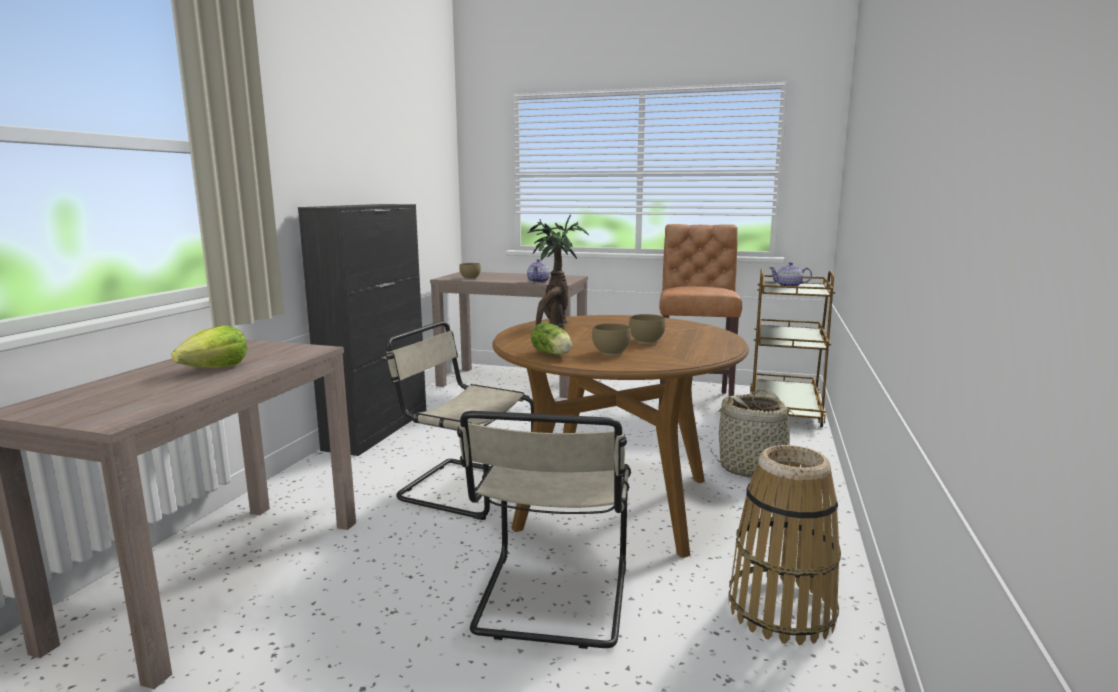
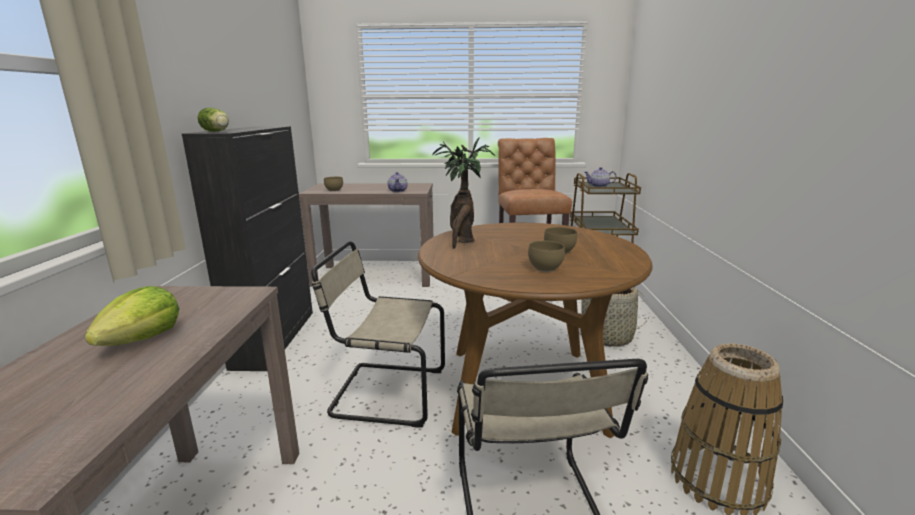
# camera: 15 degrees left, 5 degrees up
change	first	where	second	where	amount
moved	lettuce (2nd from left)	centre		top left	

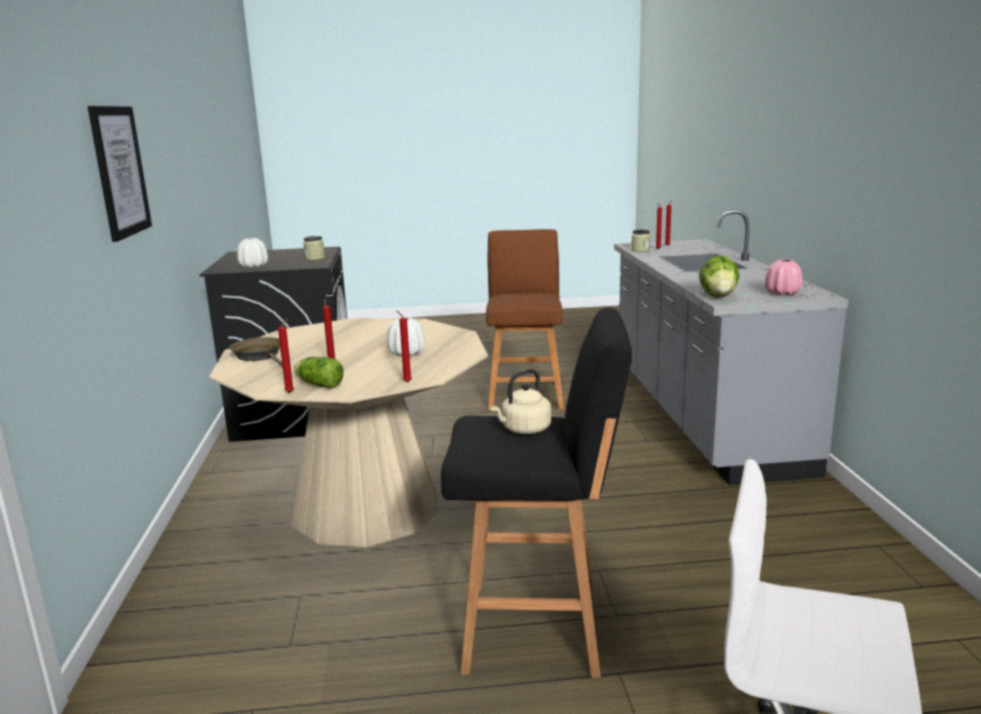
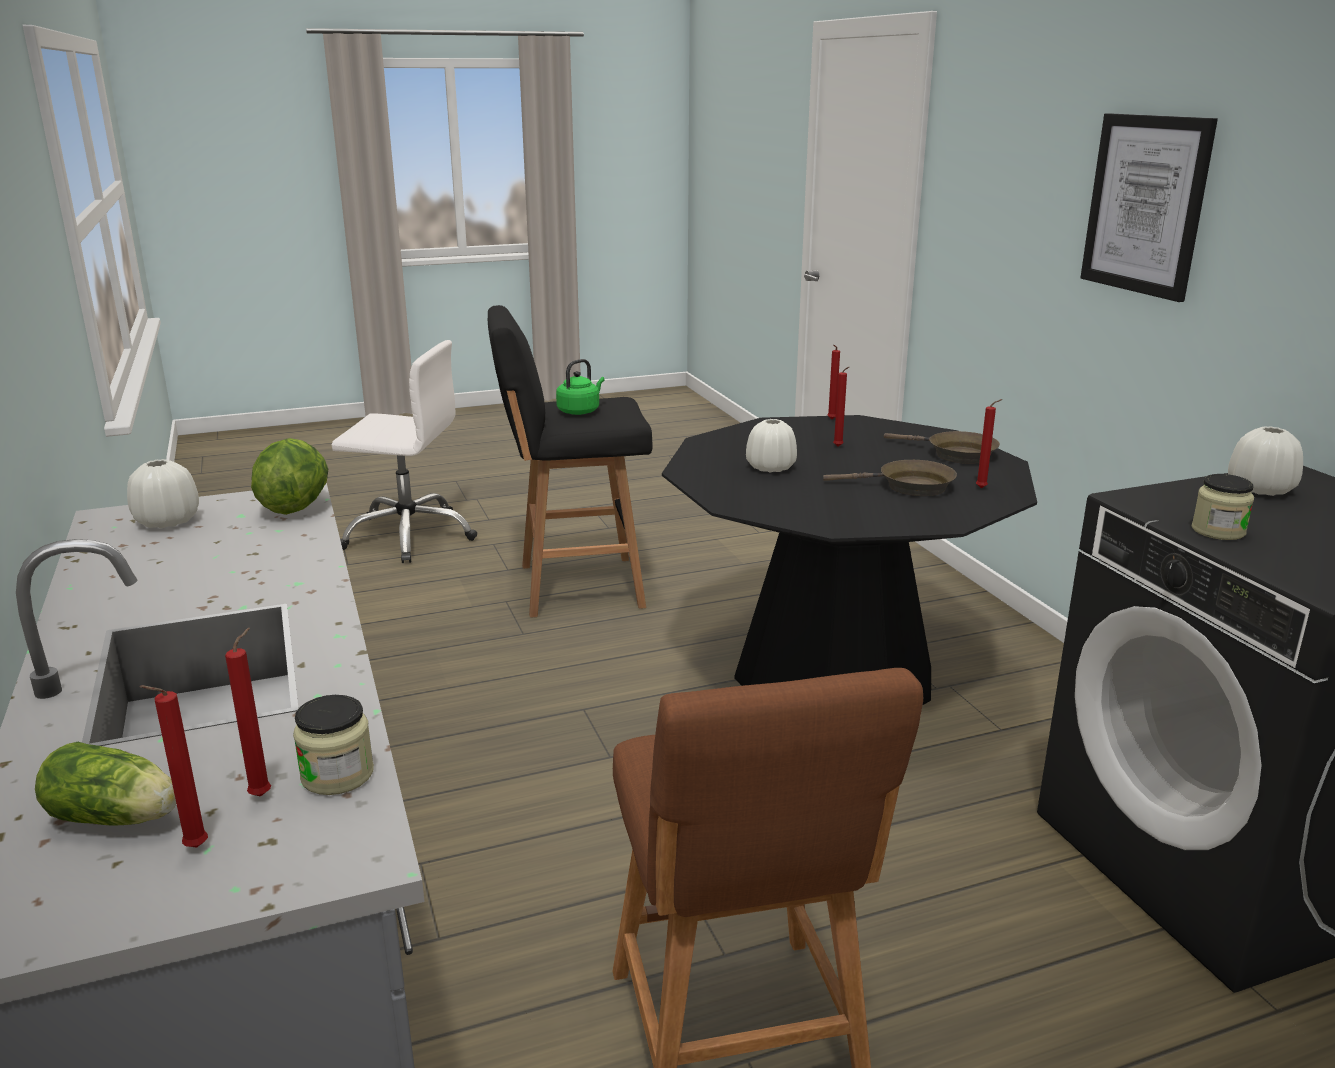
# camera: 165 degrees right, 5 degrees up
change	first	where	second	where	amount
recoloured	pink vase	middle right	white vase (1st from left)	middle left	
moved	red candle (3rd from left in the first image)	centre	red candle (5th from left)	middle right	
recoloured	beige dining table	centre	black dining table	centre	
moved	lettuce (1st from left)	middle left		bottom left	
recoloured	beige kettle	centre	green kettle	centre	
added			brown frying pan (1st from left)	middle right	

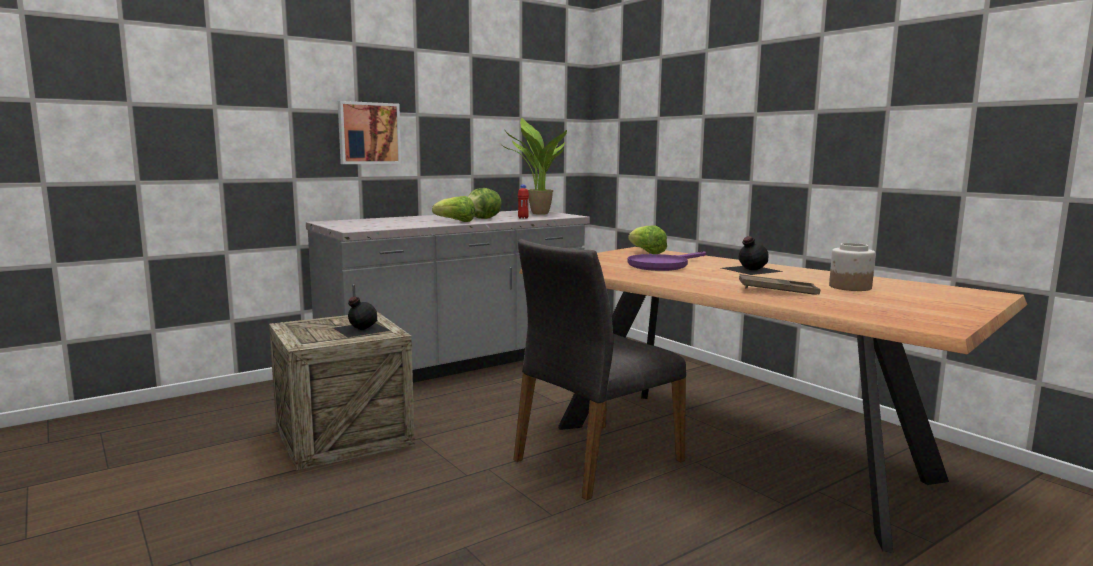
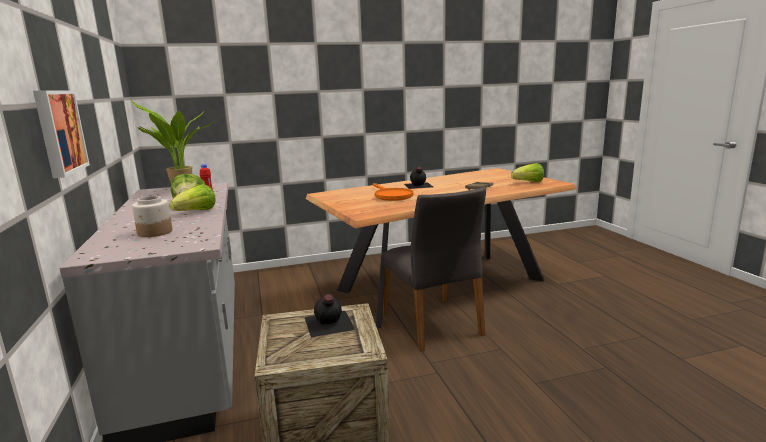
# camera: 70 degrees left, 5 degrees up
change	first	where	second	where	amount
moved	lettuce (3rd from left)	centre		middle right	
moved	jar	middle right		middle left	
recoloured	purple frying pan	centre	orange frying pan	centre	

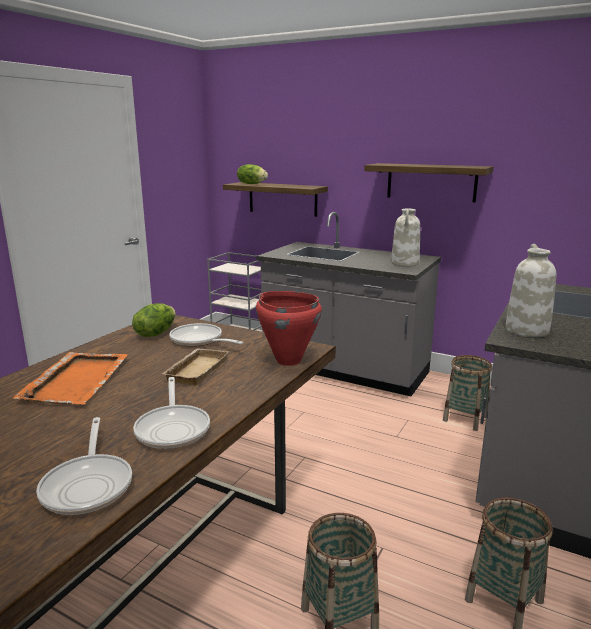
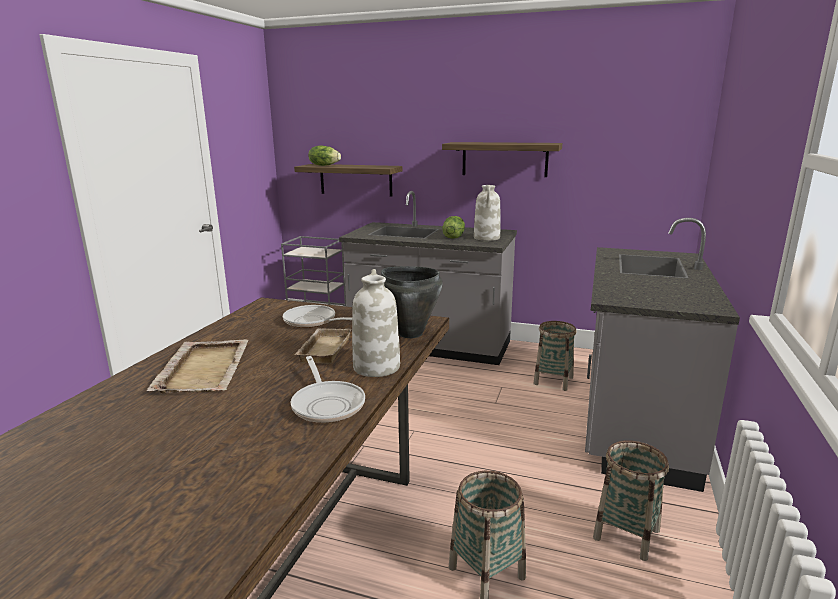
# camera: 10 degrees left, 0 degrees up
change	first	where	second	where	amount
moved	white vase (2nd from left in the first image)	middle right	white vase (1st from left)	centre	
recoloured	red cooking pot	centre	black cooking pot	centre	
moved	lettuce (1st from left in the first image)	middle left	lettuce (2nd from left)	centre	
recoloured	orange tray	middle left	beige tray (1st from left)	middle left	
removed	frying pan (1st from left)	bottom left			

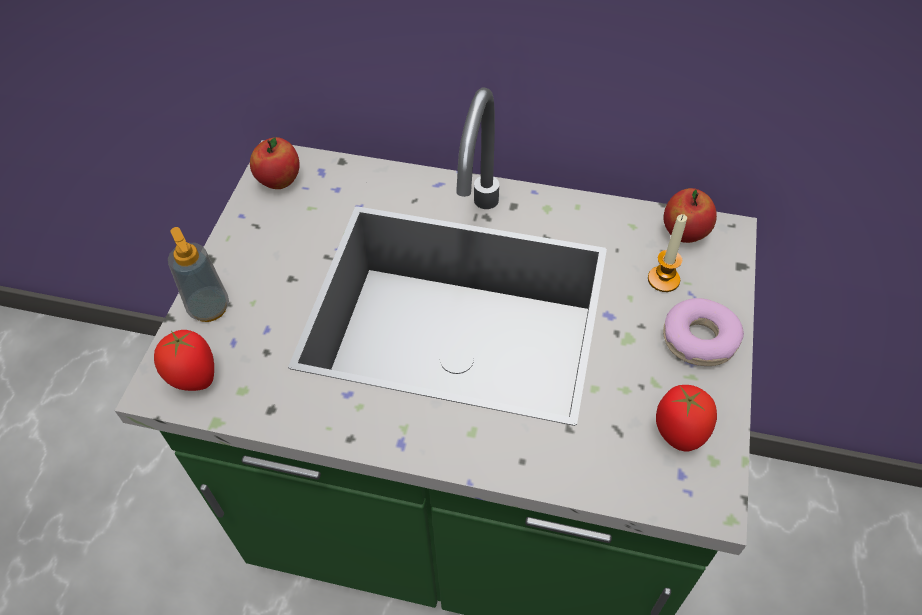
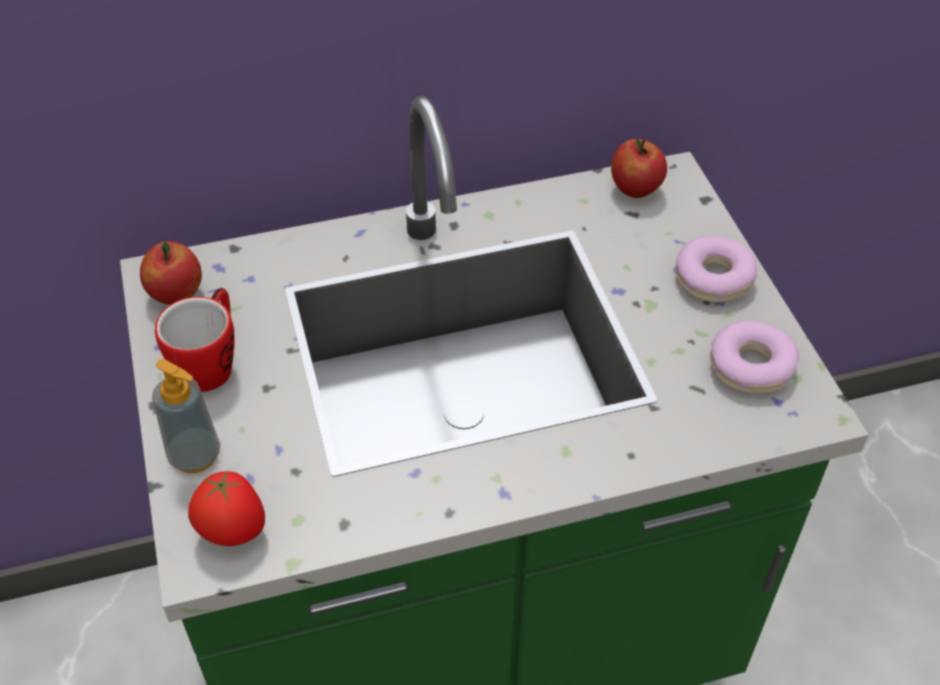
# camera: 30 degrees left, 5 degrees down
change	first	where	second	where	amount
removed	candle	middle right			
replaced	tomato (2nd from left)	bottom right	donut (2nd from left)	middle right	
added			mug	middle left	

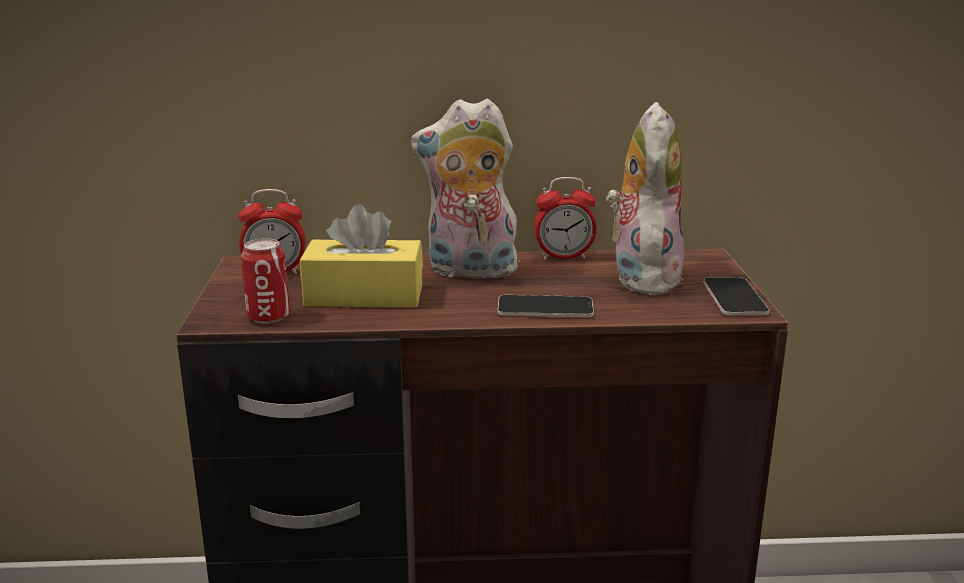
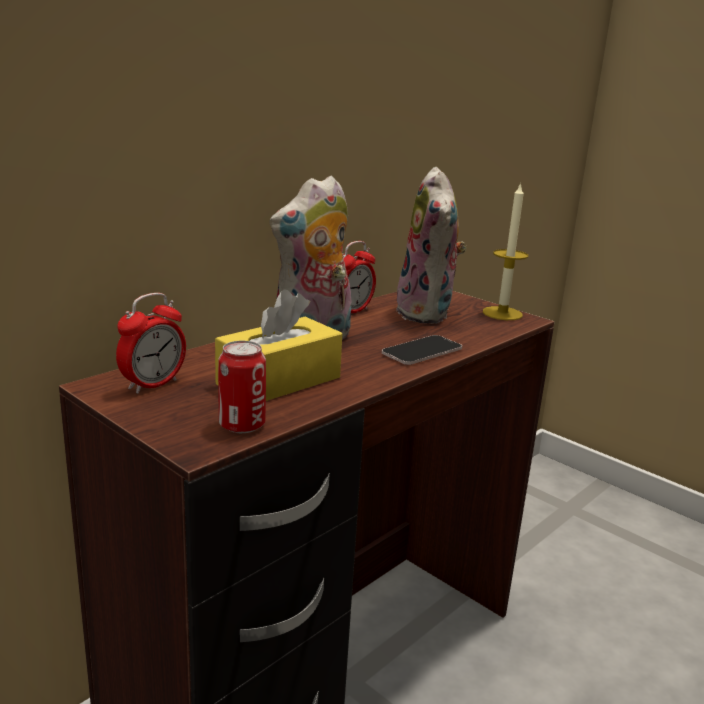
# camera: 45 degrees left, 0 degrees up
change	first	where	second	where	amount
turned	plush toy (2nd from left)	middle right		centre	150 degrees counterclockwise
replaced	phone (2nd from left)	middle right	candle	middle right	

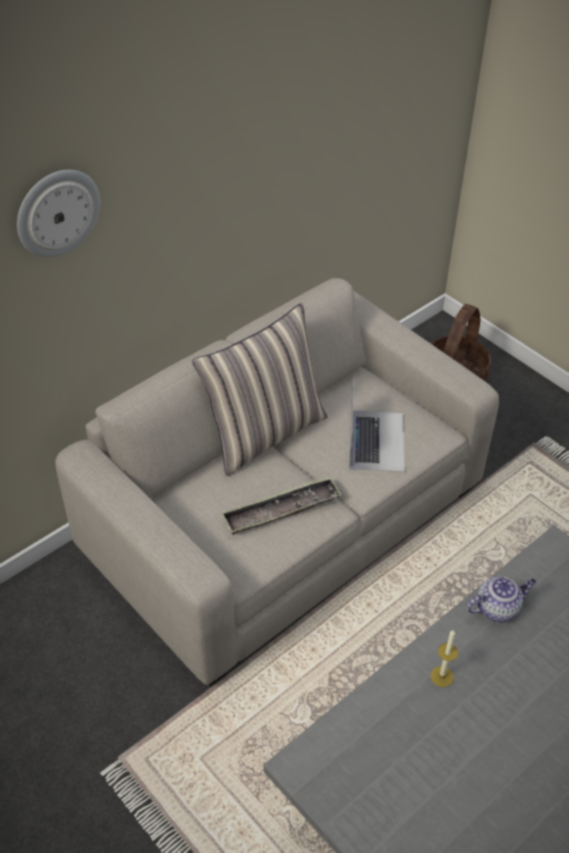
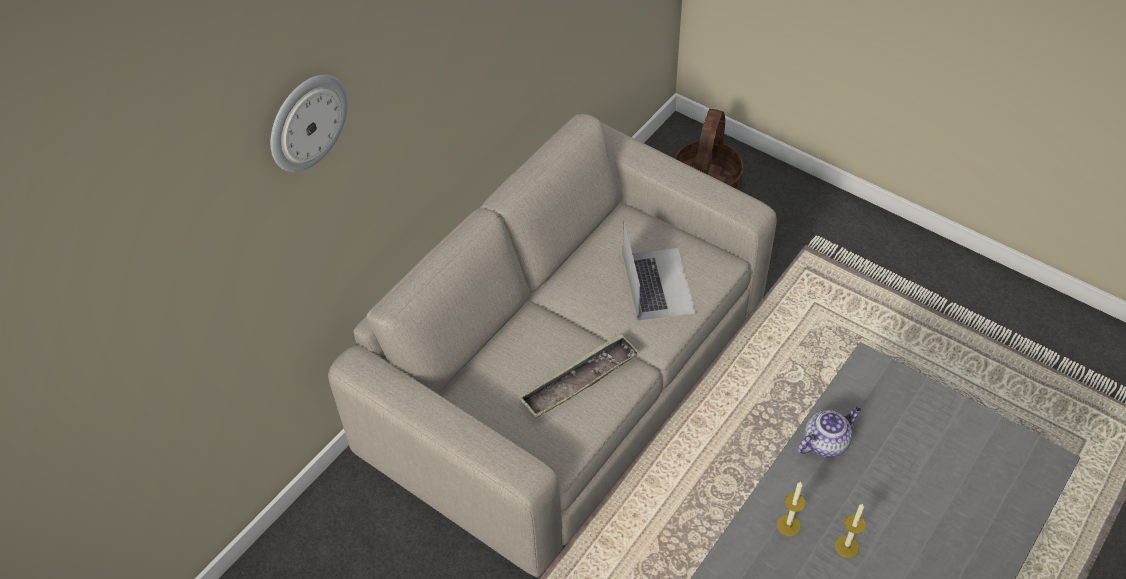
# camera: 10 degrees left, 5 degrees up
change	first	where	second	where	amount
removed	pillow	centre			
added			candle (2nd from left)	bottom right	

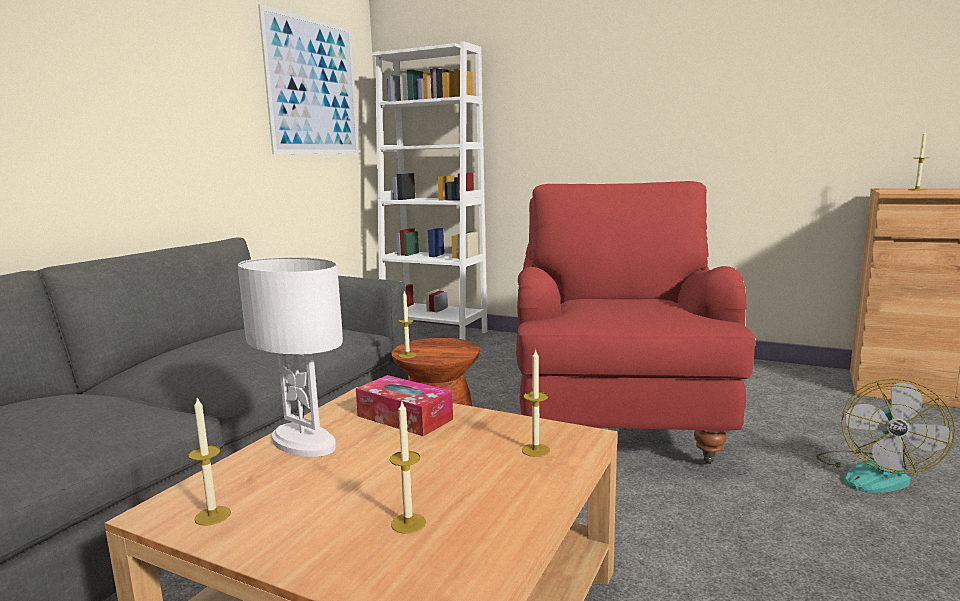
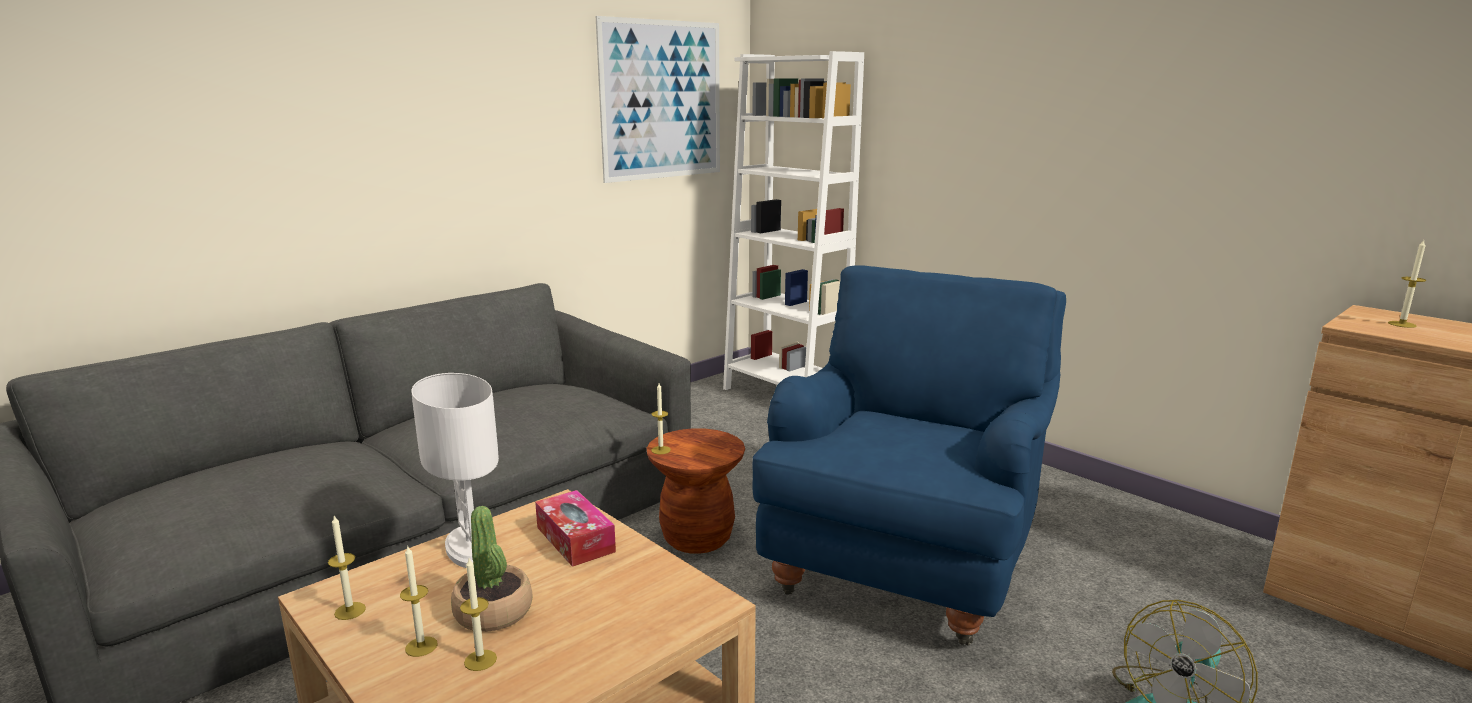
# camera: 20 degrees right, 5 degrees up
change	first	where	second	where	amount
recoloured	red armchair	centre	blue armchair	centre	
moved	candle (4th from left in the first image)	bottom centre	candle (2nd from left)	bottom left	
added			potted plant	bottom centre	

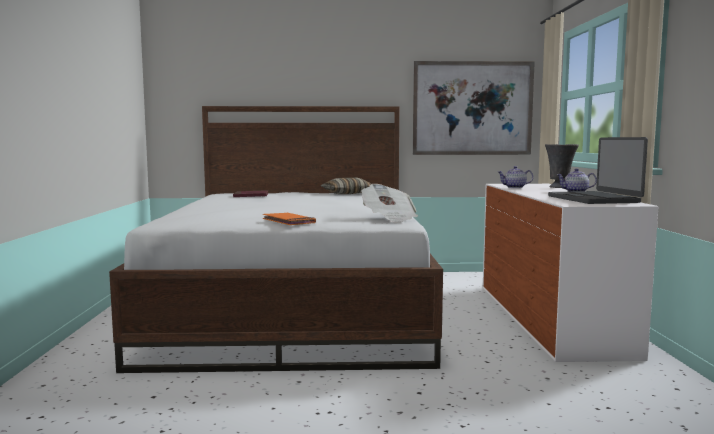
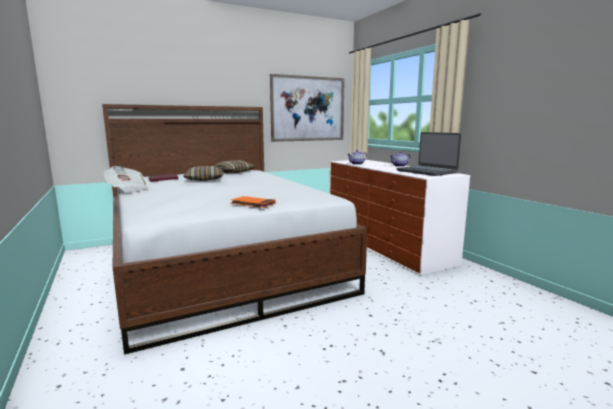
# camera: 25 degrees left, 5 degrees up
change	first	where	second	where	amount
removed	grey vase	middle right			
moved	newspaper	centre		middle left	
added			pillow (1st from left)	middle left	

